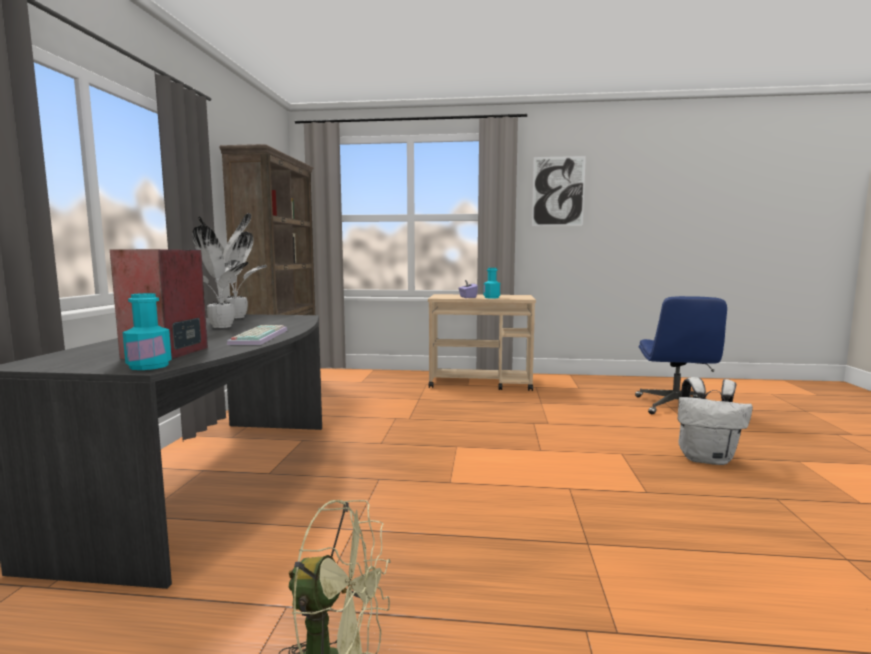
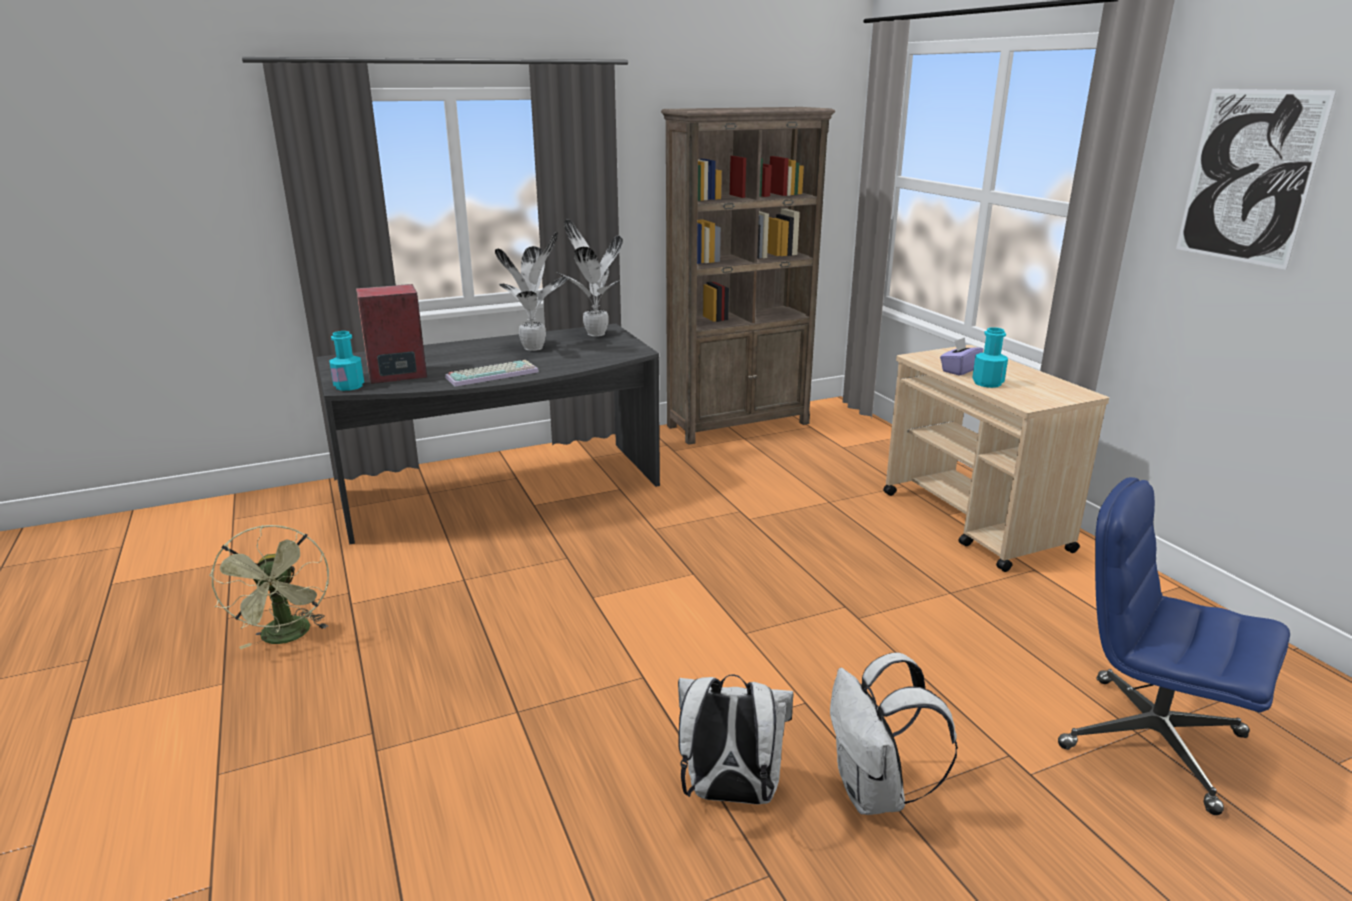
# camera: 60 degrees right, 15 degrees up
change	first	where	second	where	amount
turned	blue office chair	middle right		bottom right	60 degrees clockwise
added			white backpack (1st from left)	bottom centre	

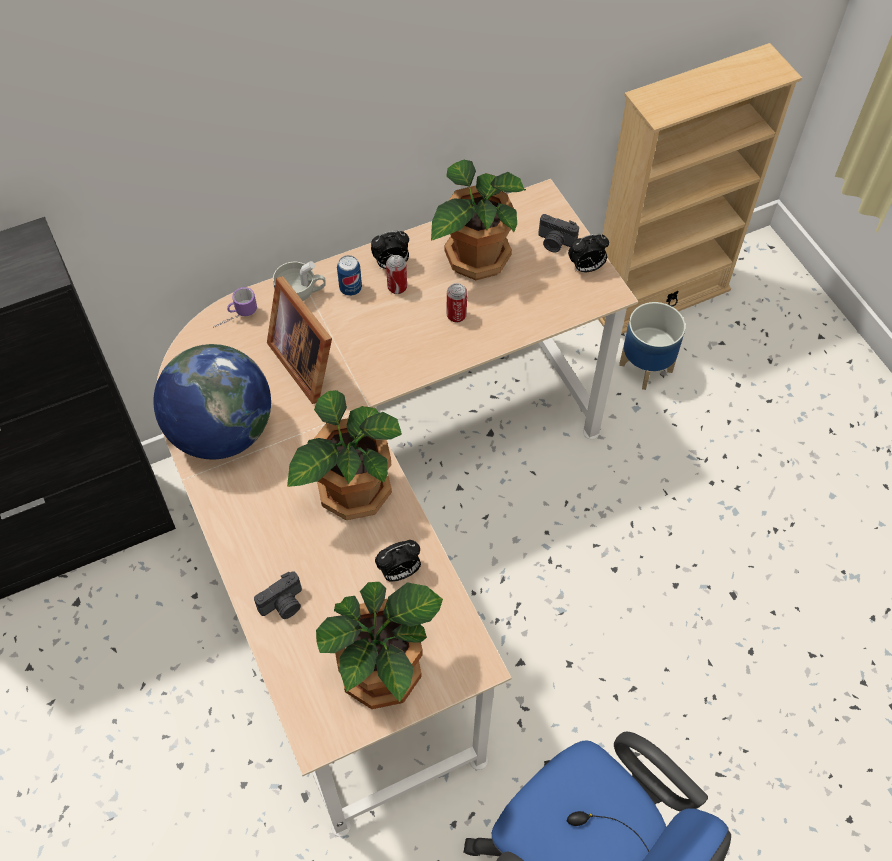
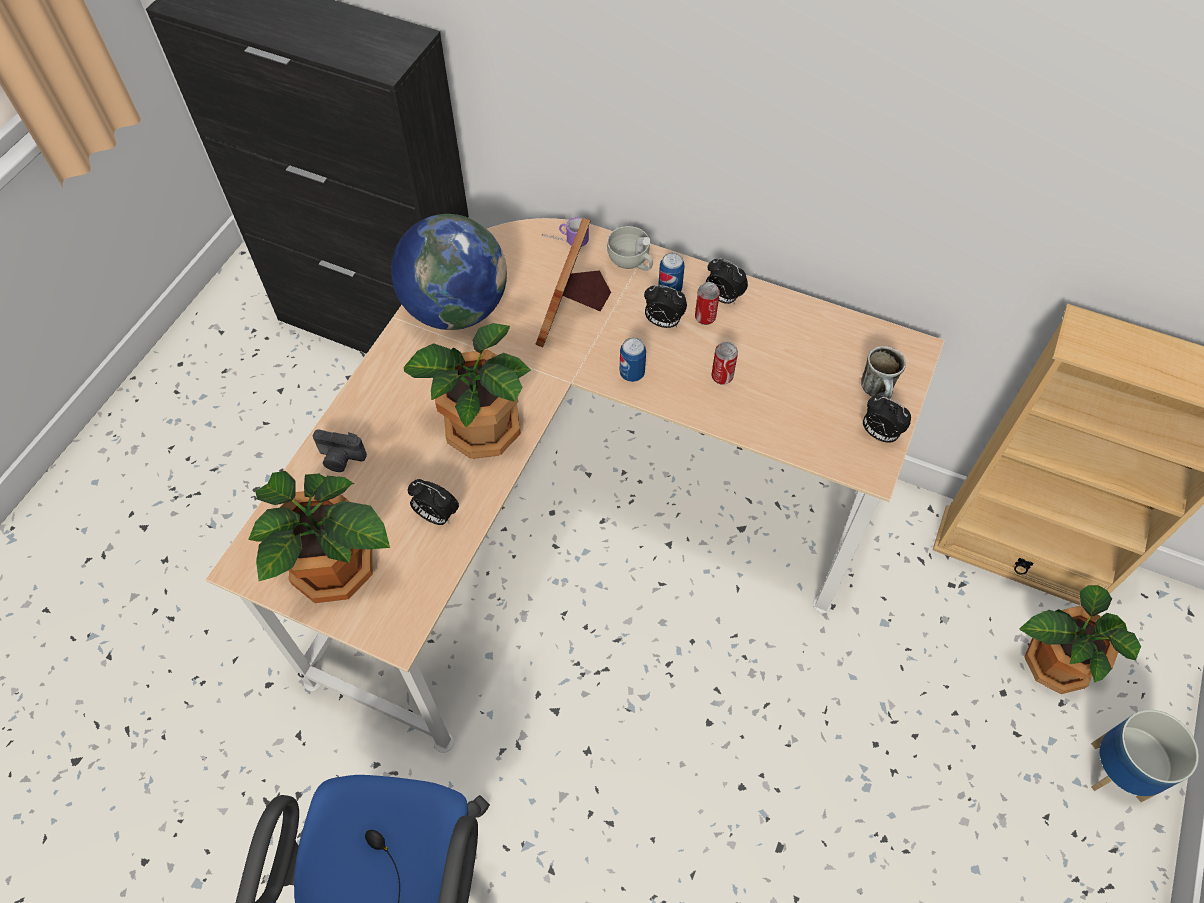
# camera: 50 degrees right, 0 degrees up
change	first	where	second	where	amount
moved	potted plant (3rd from left)	top centre		bottom right	
replaced	photo camera (2nd from left)	top centre	mug (2nd from left)	middle right	
moved	planter	middle right		bottom right	
added			alarm clock (2nd from left)	centre	
added			can (1st from left)	centre	

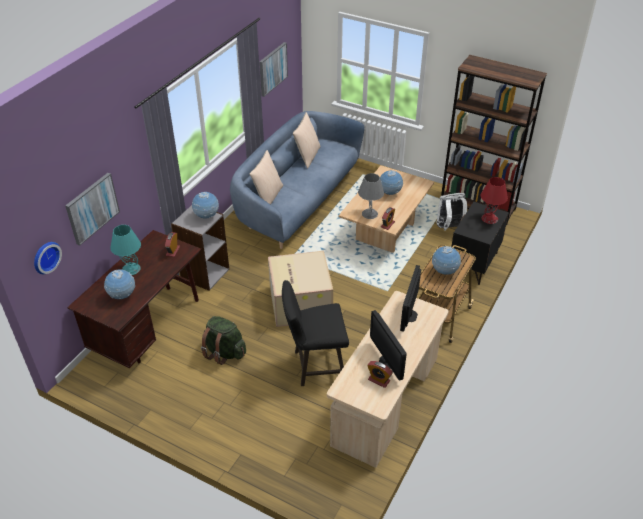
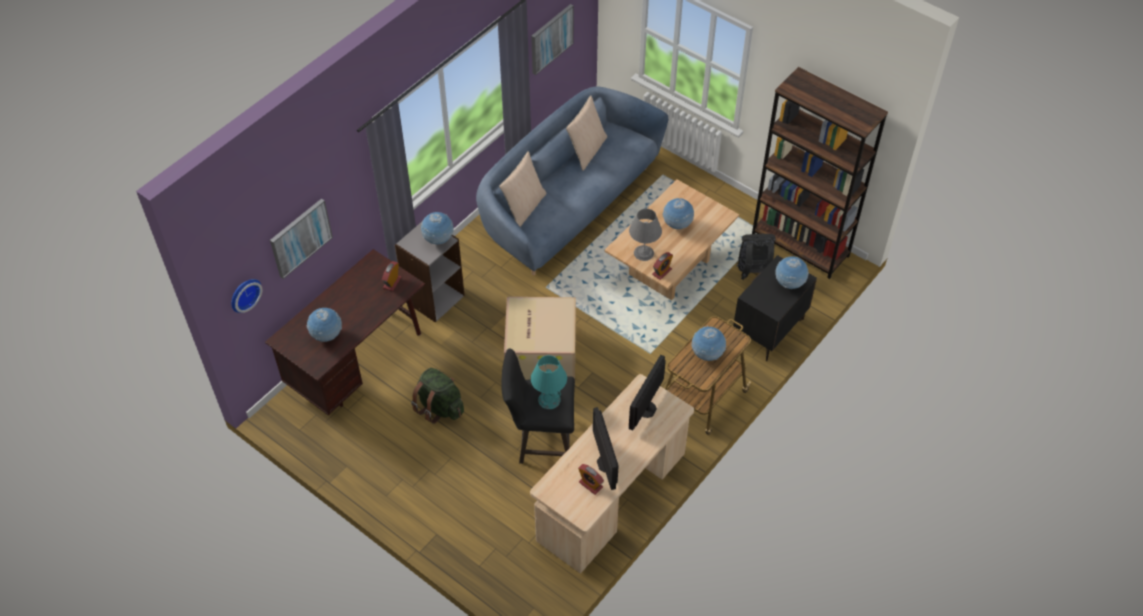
# camera: 10 degrees right, 10 degrees up
change	first	where	second	where	amount
replaced	red table lamp	middle right	globe (5th from left)	middle right	
recoloured	white backpack	middle right	black backpack	centre	
moved	turquoise table lamp	middle left		centre	

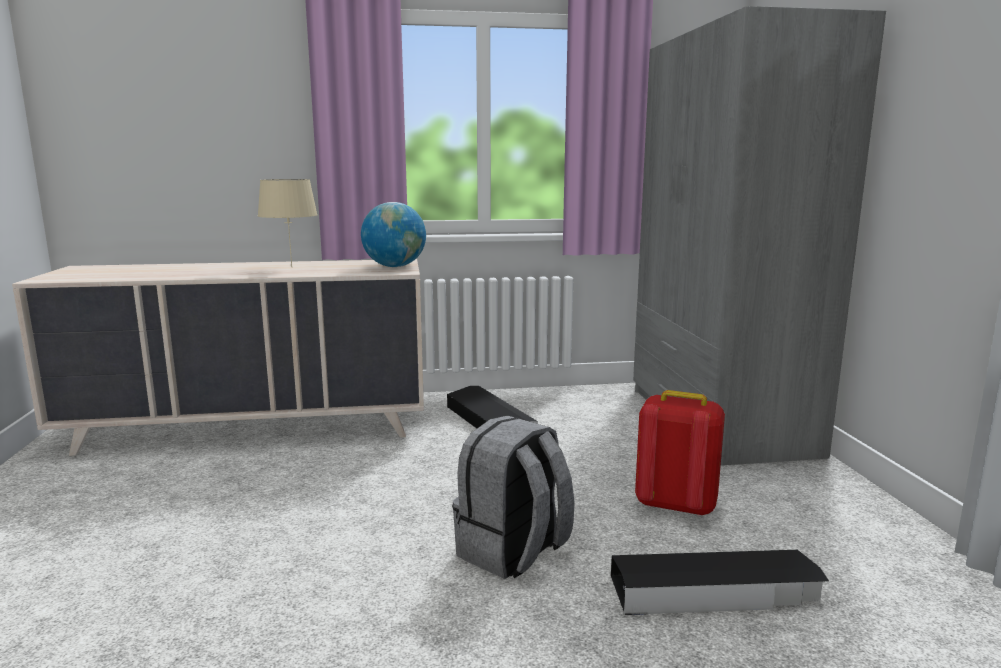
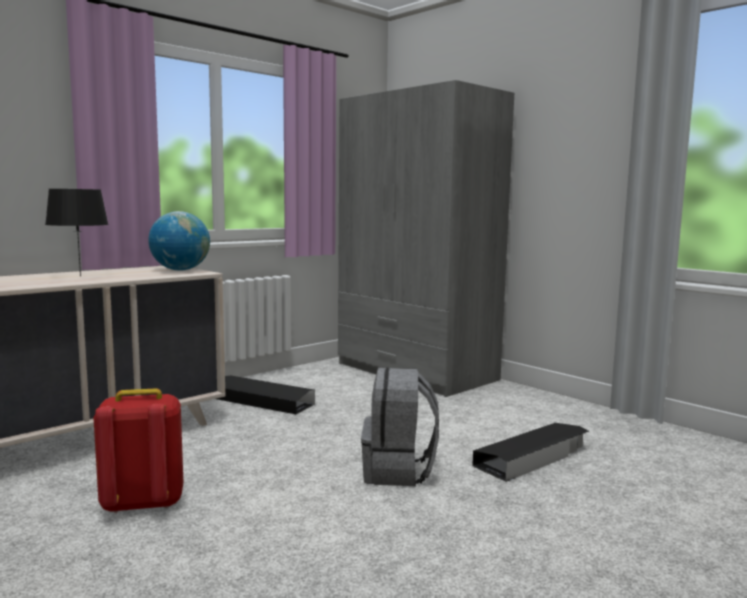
# camera: 35 degrees left, 5 degrees down
change	first	where	second	where	amount
recoloured	beige table lamp	middle left	black table lamp	middle left	
moved	red backpack	bottom right		bottom left	

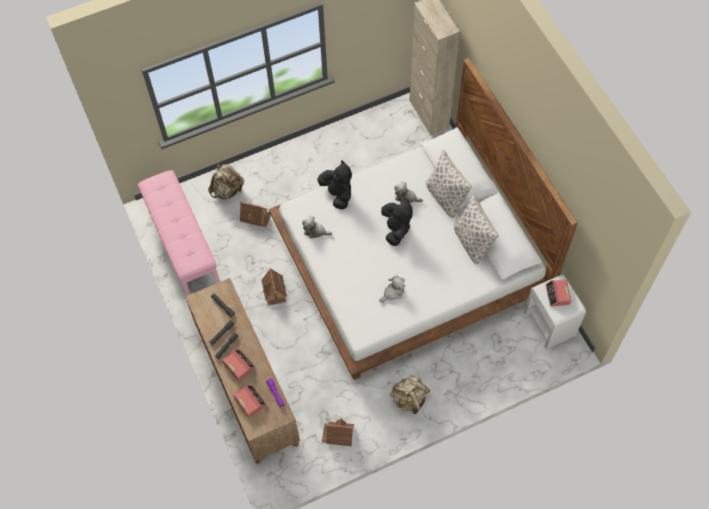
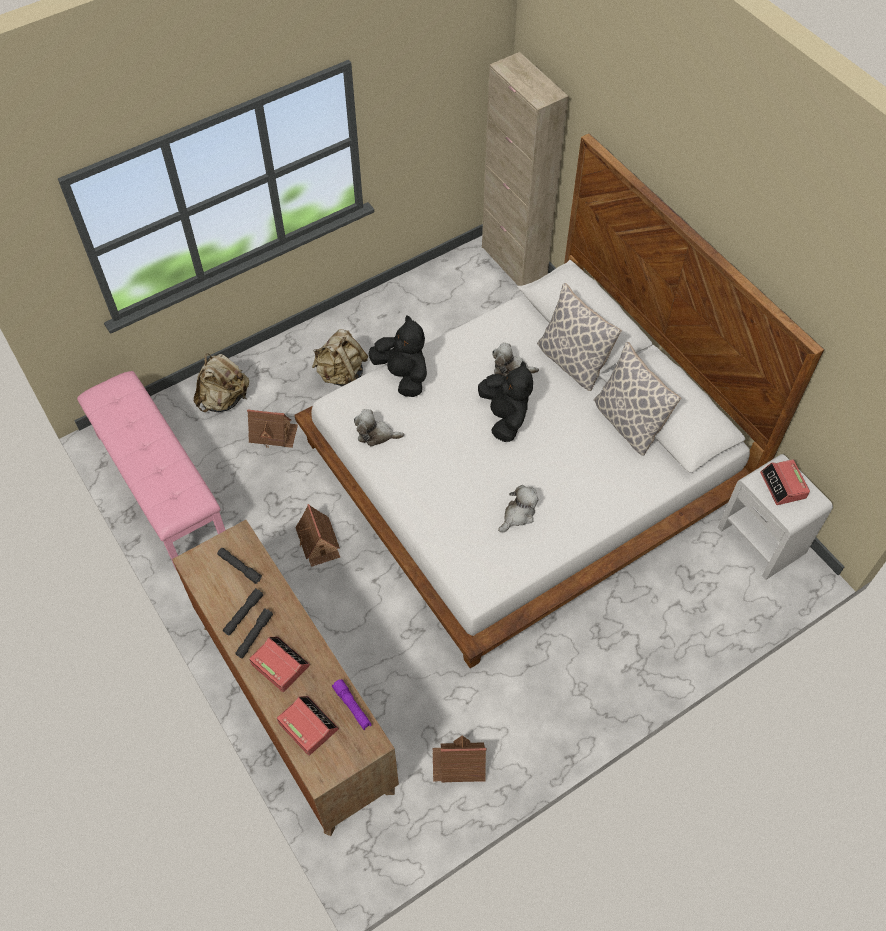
# camera: 10 degrees left, 5 degrees down
change	first	where	second	where	amount
moved	beige backpack (2nd from left)	bottom centre		centre	

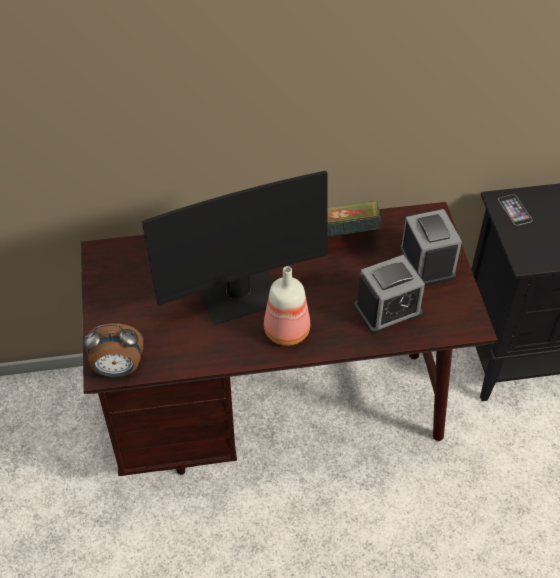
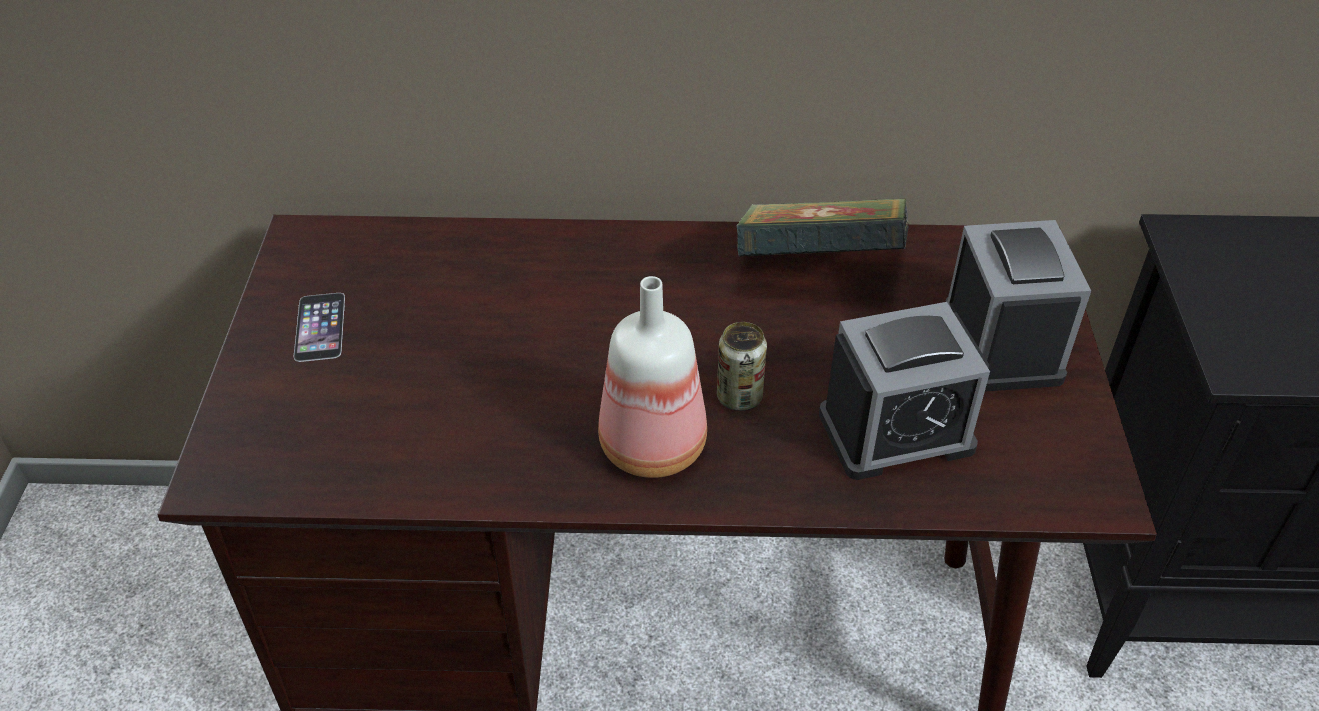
# camera: 10 degrees right, 5 degrees down
change	first	where	second	where	amount
removed	monitor	centre			
moved	phone	middle right		middle left	
removed	alarm clock (1st from left)	middle left			
added			can	centre	

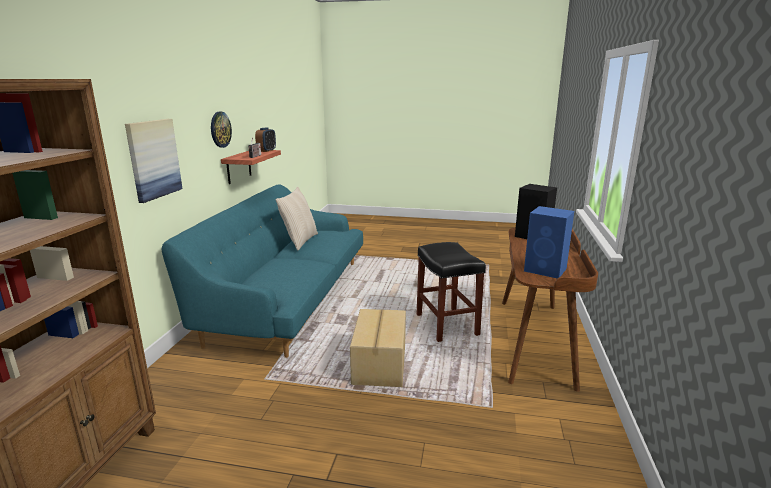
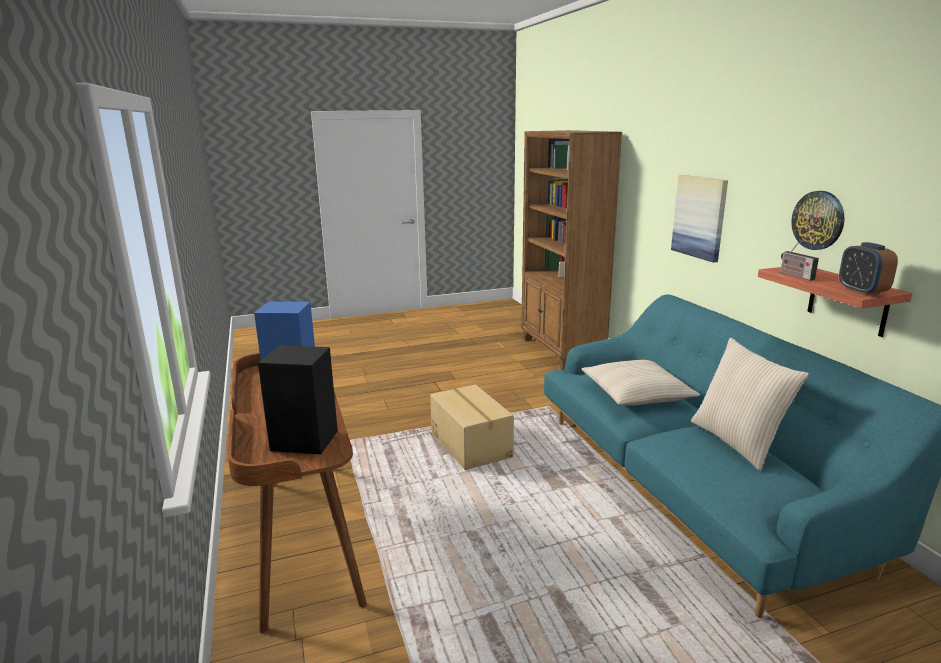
# camera: 150 degrees right, 0 degrees up
change	first	where	second	where	amount
removed	black stool	centre			
added			beige pillow (1st from left)	middle right	

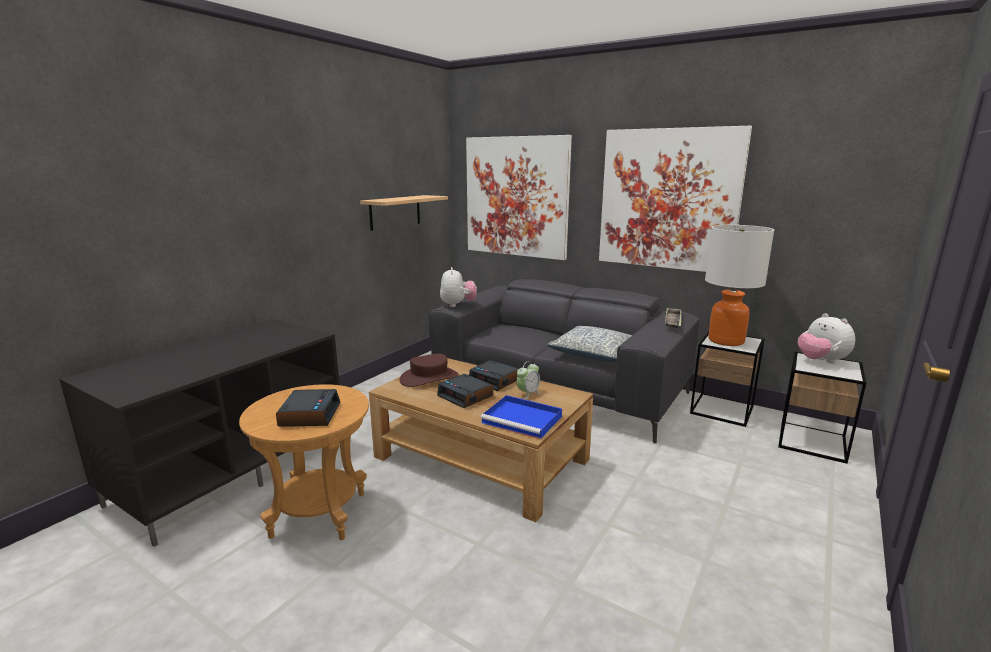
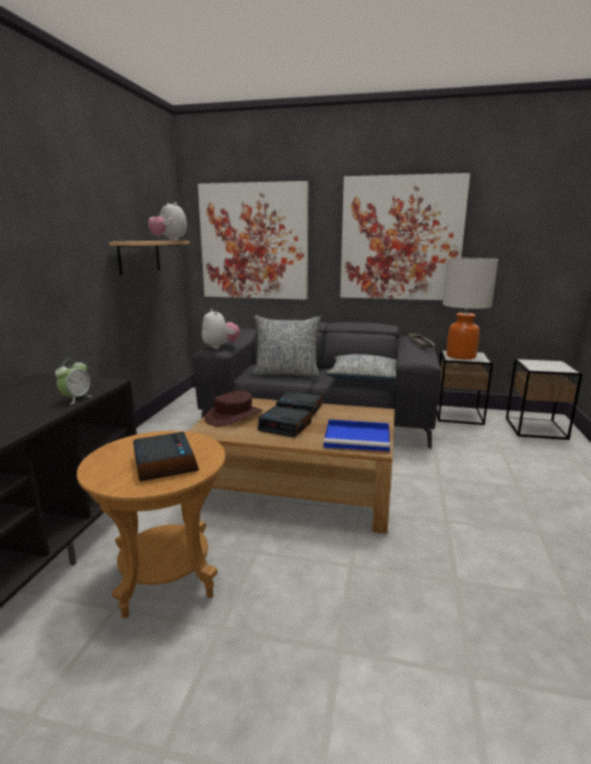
# camera: 20 degrees left, 0 degrees up
change	first	where	second	where	amount
moved	plush toy (2nd from left in the first image)	middle right	plush toy (1st from left)	top left	
moved	alarm clock (4th from left in the first image)	centre	alarm clock (1st from left)	middle left	
added			pillow (1st from left)	centre	

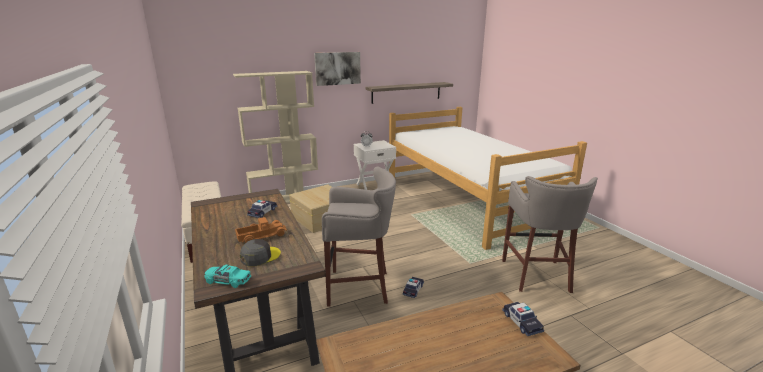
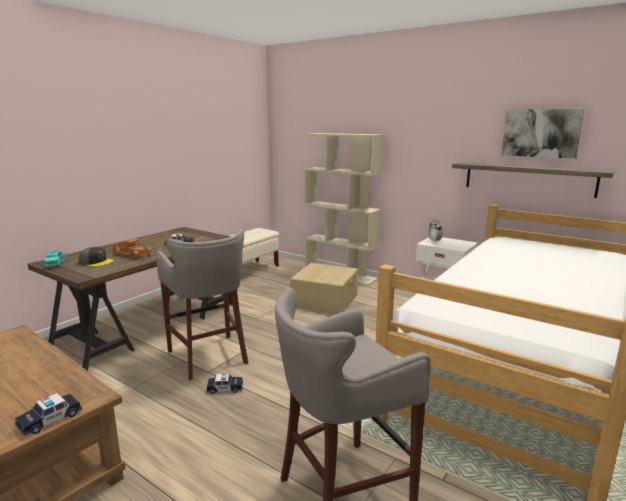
# camera: 60 degrees right, 5 degrees down
change	first	where	second	where	amount
moved	picture	top centre		top right	

